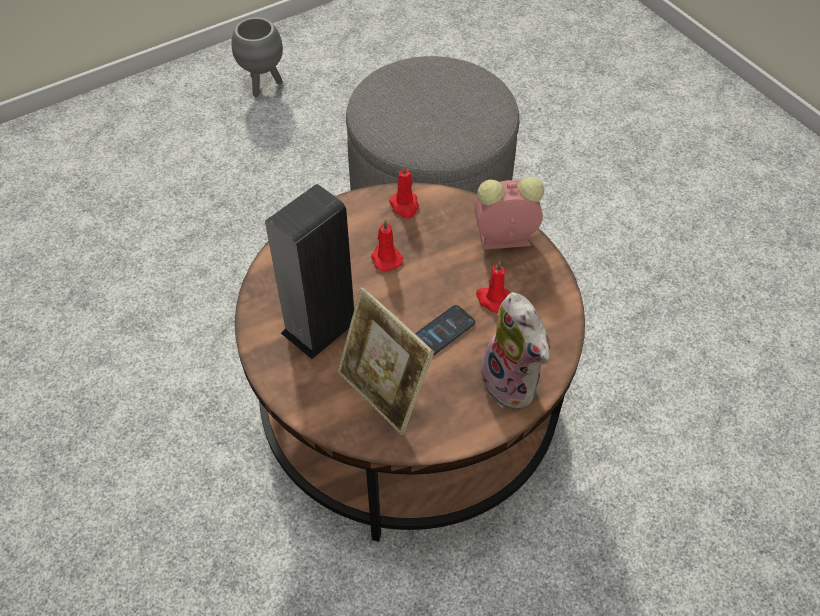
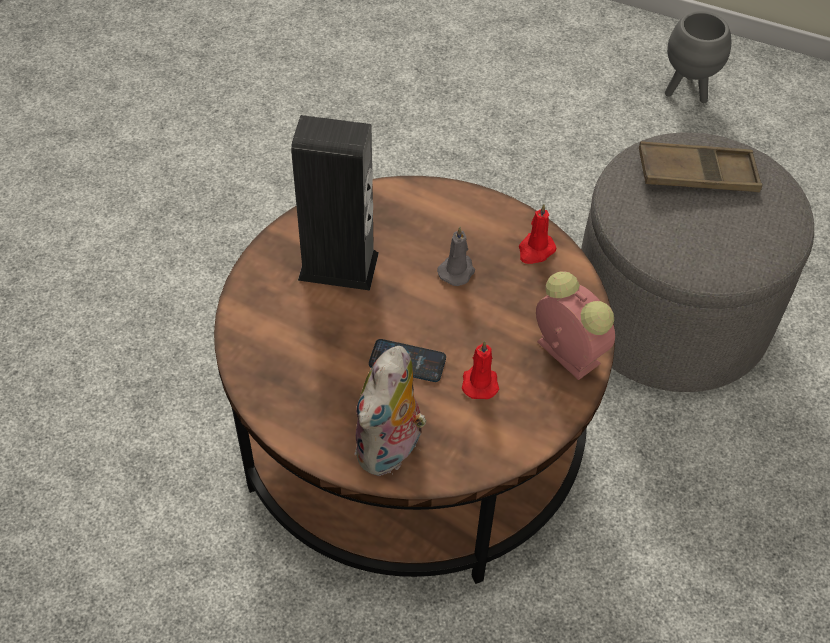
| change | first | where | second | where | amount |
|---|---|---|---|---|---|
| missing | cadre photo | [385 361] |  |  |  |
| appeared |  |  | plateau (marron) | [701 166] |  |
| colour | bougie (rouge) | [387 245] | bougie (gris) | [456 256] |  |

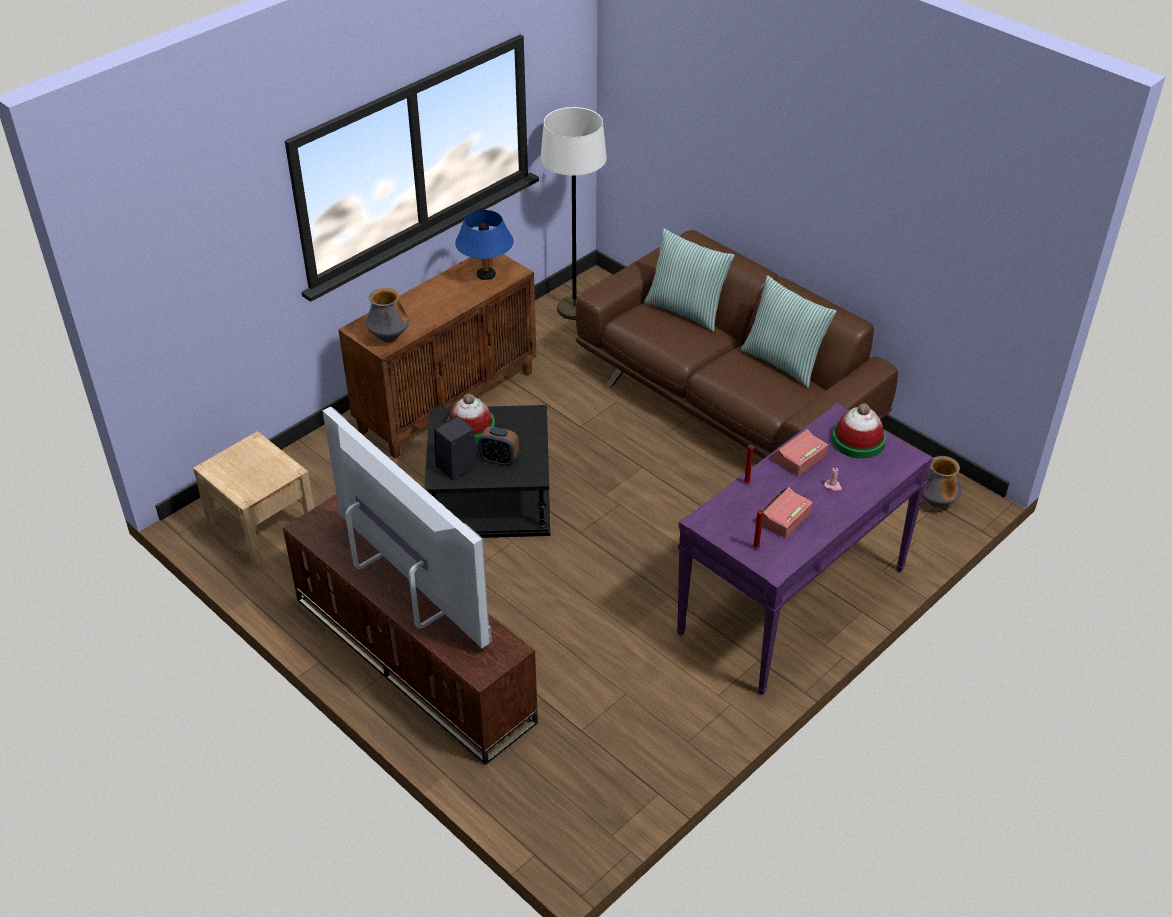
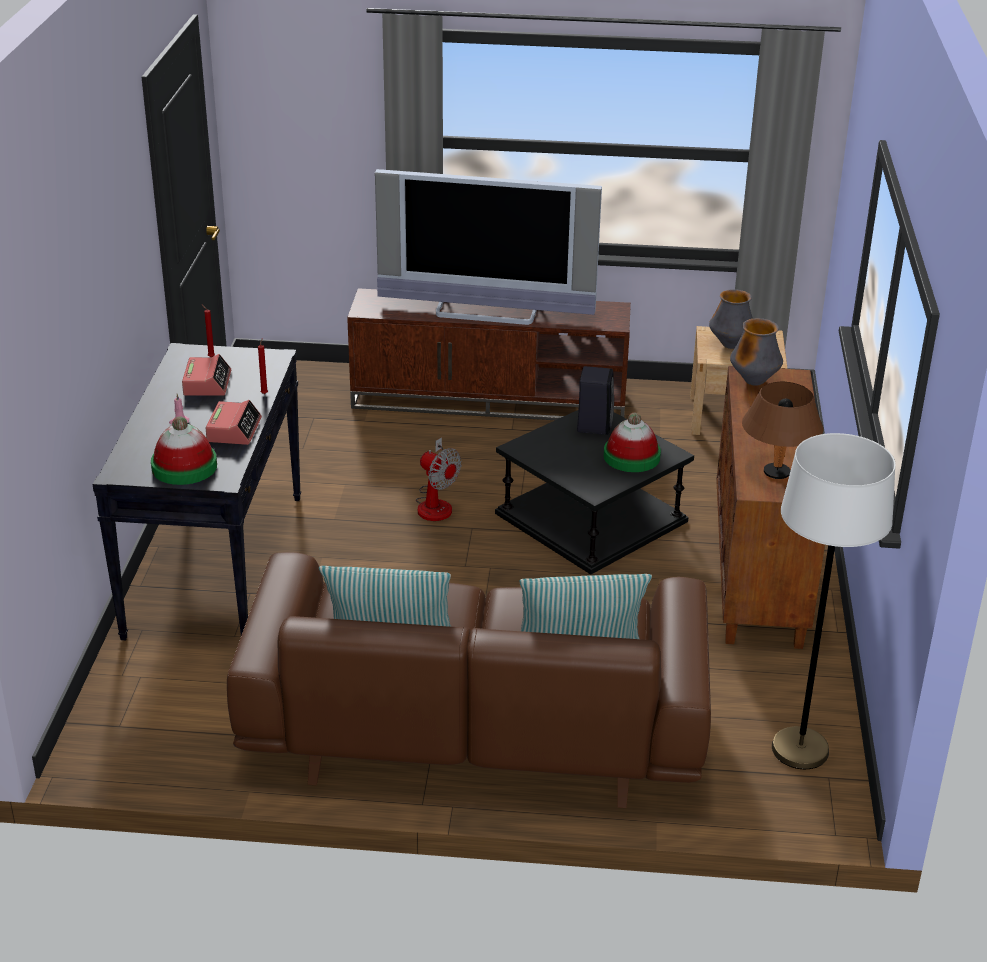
| change | first | where | second | where | amount |
|---|---|---|---|---|---|
| missing | réveil | [499 446] |  |  |  |
| appeared |  |  | ventilateur | [438 479] |  |
| relocated | vase | [942 481] |  | [731 319] |  |
| colour | lampe de table (bleu) | [484 245] | lampe de table (marron) | [782 430] |  |
| colour | table console (violet) | [804 549] | table console (noir) | [196 491] |  |

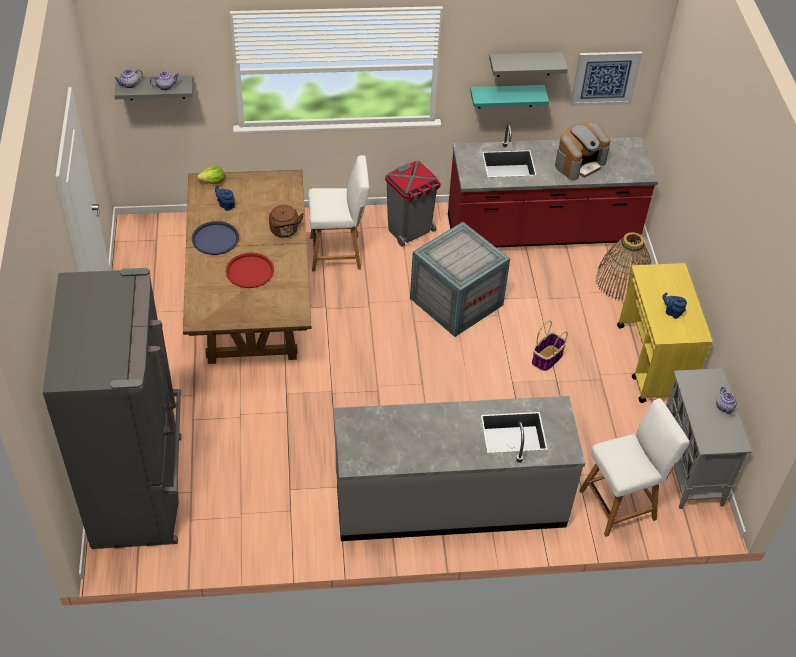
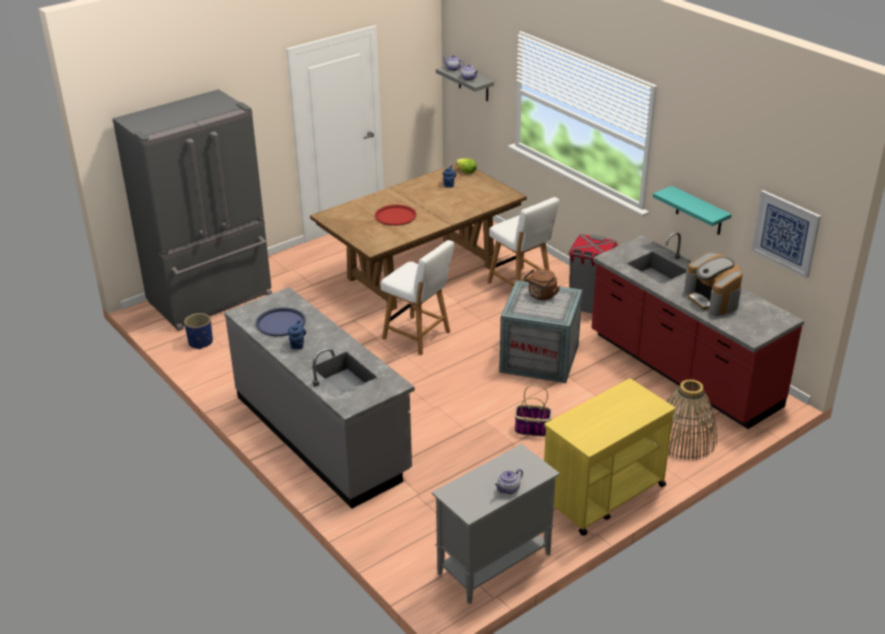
| change | first | where | second | where | amount |
|---|---|---|---|---|---|
| missing | étagère (gris) | [528 64] |  |  |  |
| appeared |  |  | cache-pot (bleu) | [198 331] |  |
| relocated | plateau (bleu) | [215 238] |  | [281 321] |  |
| relocated | bouilloire (marron) | [286 221] |  | [542 284] |  |
| relocated | chaise (blanc) | [634 467] |  | [417 297] |  |
| relocated | théière (bleu) | [674 305] |  | [297 334] |  |
| spun | machine à café | [582 151] |  | [713 284] | 45 degrees clockwise |

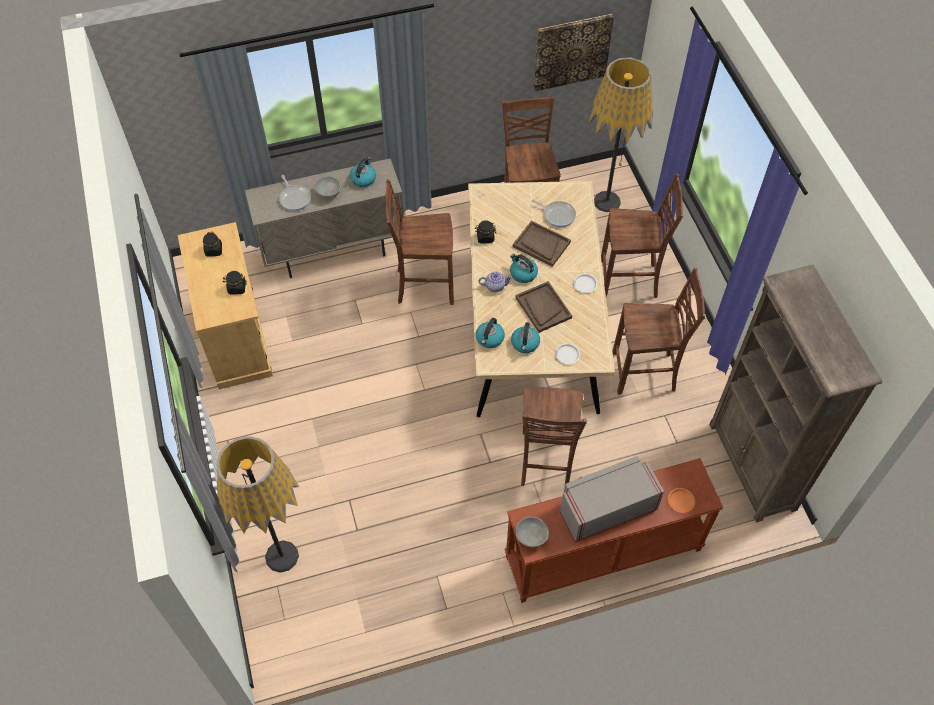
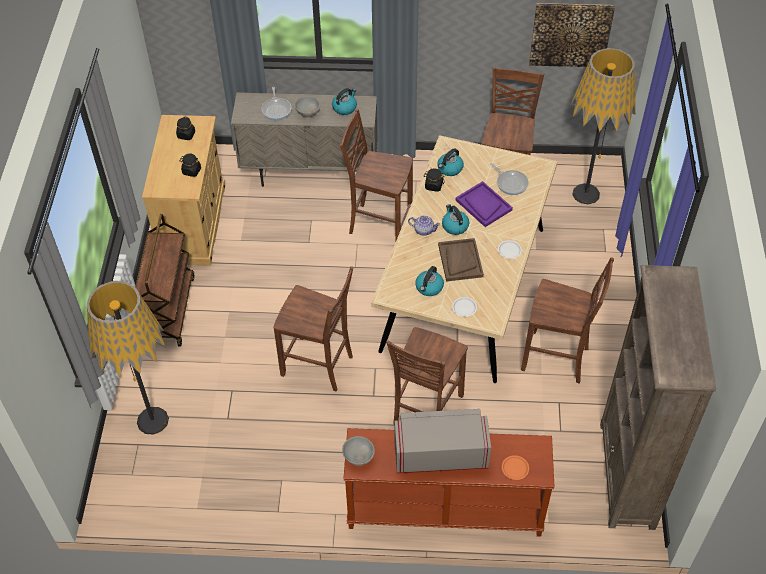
| change | first | where | second | where | amount |
|---|---|---|---|---|---|
| appeared |  |  | chariot (marron) | [164 280] |  |
| relocated | bouilloire | [490 333] |  | [450 162] |  |
| relocated | chaise (marron) | [642 236] |  | [313 328] |  |
| colour | plateau (marron) | [542 243] | plateau (violet) | [484 204] |  |

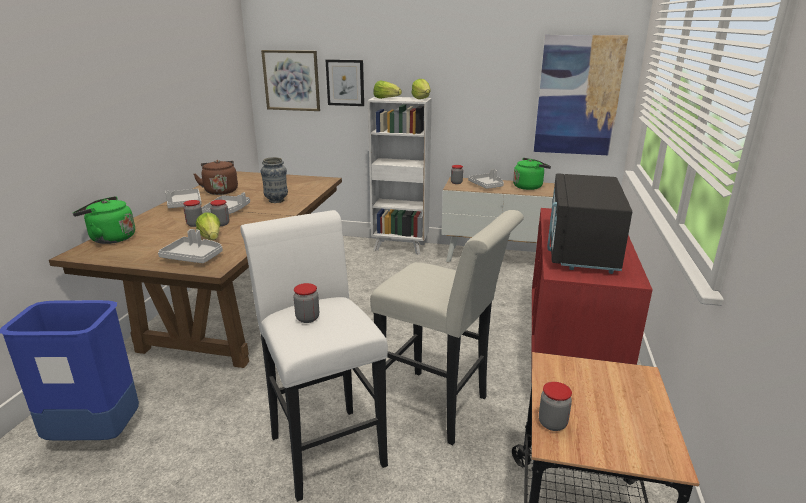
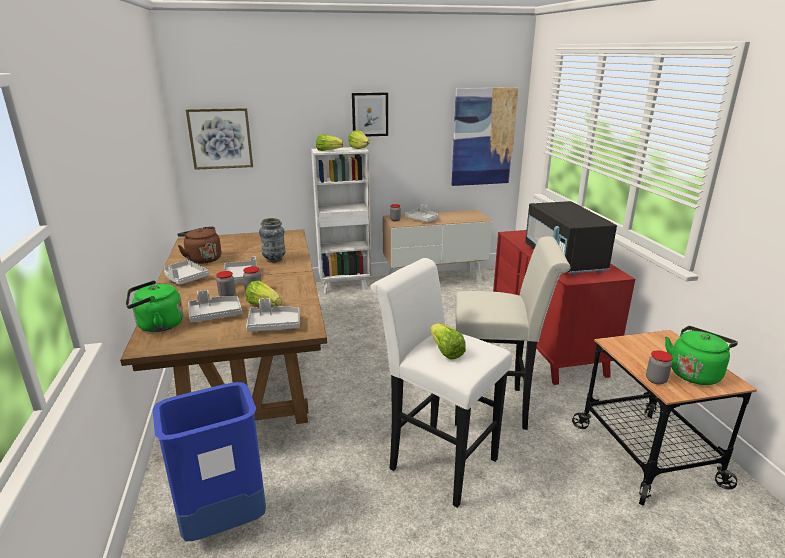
| change | first | where | second | where | amount |
|---|---|---|---|---|---|
| appeared |  |  | plateau (gris) | [215 306] |  |
| relocated | tableau | [345 82] |  | [370 114] |  |
| relocated | bouilloire (vert) | [532 174] |  | [701 355] |  |
| exchanged | bocal | [306 303] | laitue | [448 341] |  |

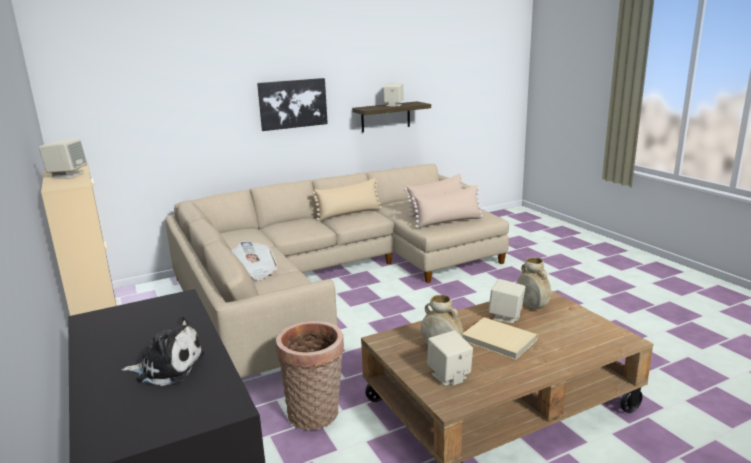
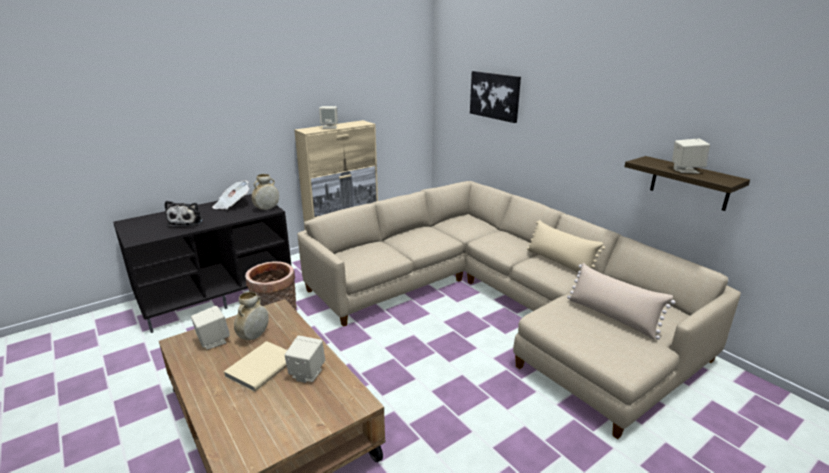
| change | first | where | second | where | amount |
|---|---|---|---|---|---|
| missing | coussin (beige) | [447 206] |  |  |  |
| relocated | journal | [255 261] |  | [230 195] |  |
| relocated | tableau | [292 104] |  | [495 97] |  |
| relocated | vase (beige) | [534 283] |  | [265 192] |  |

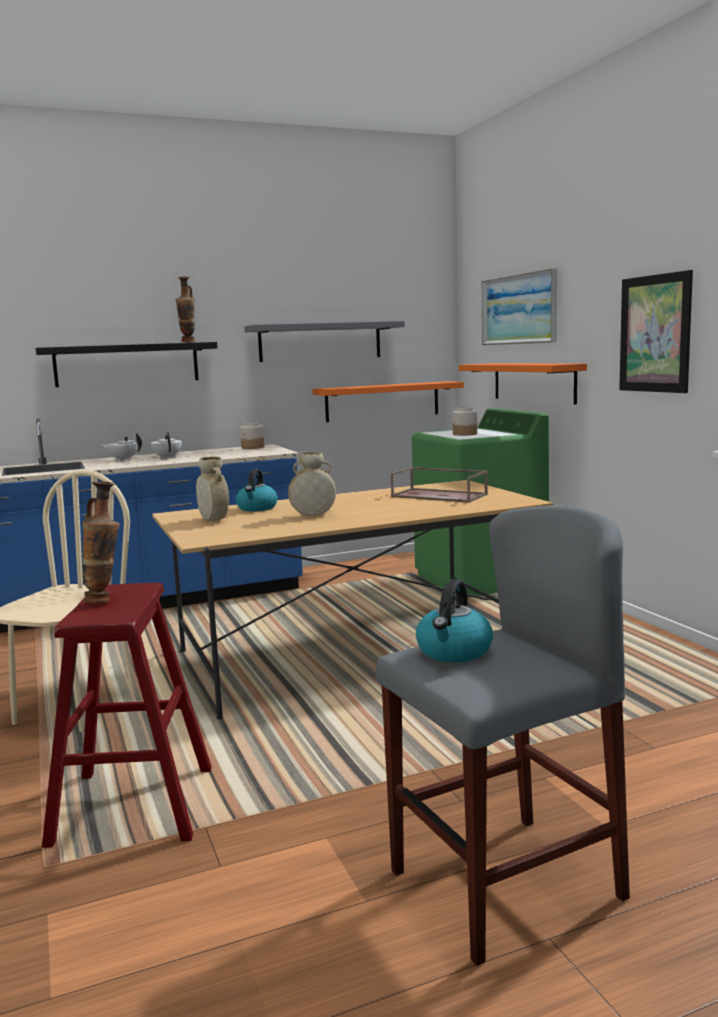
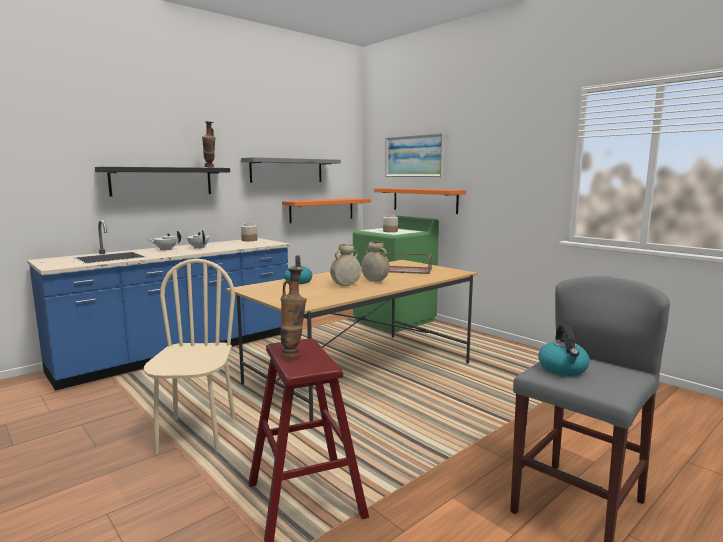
| change | first | where | second | where | amount |
|---|---|---|---|---|---|
| missing | tableau | [656 331] |  |  |  |
| relocated | vase (beige) | [212 489] |  | [375 261] |  |

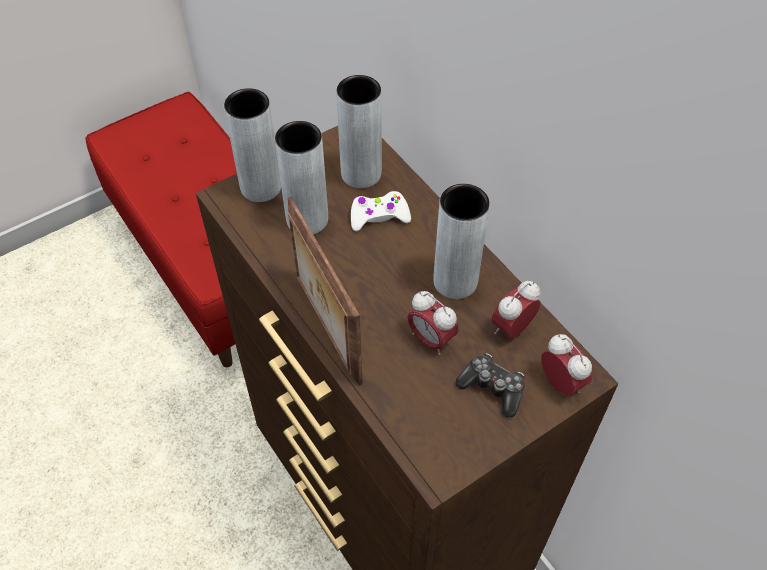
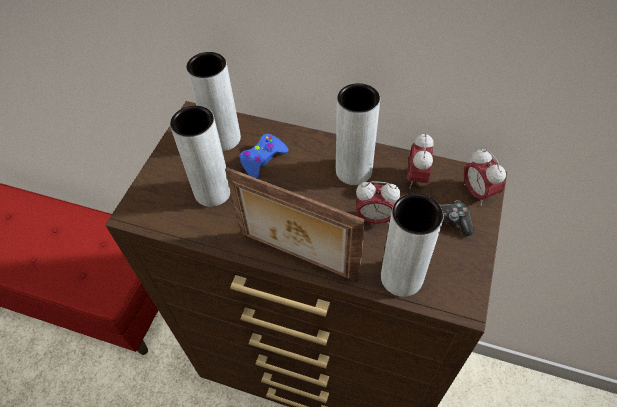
| change | first | where | second | where | amount |
|---|---|---|---|---|---|
| relocated | vase (gris) | [252 145] |  | [412 245] |  |
| colour | manette (blanc) | [381 211] | manette (bleu) | [263 156] |  |
| spun | réveil | [566 365] |  | [485 177] | 135 degrees counterclockwise |

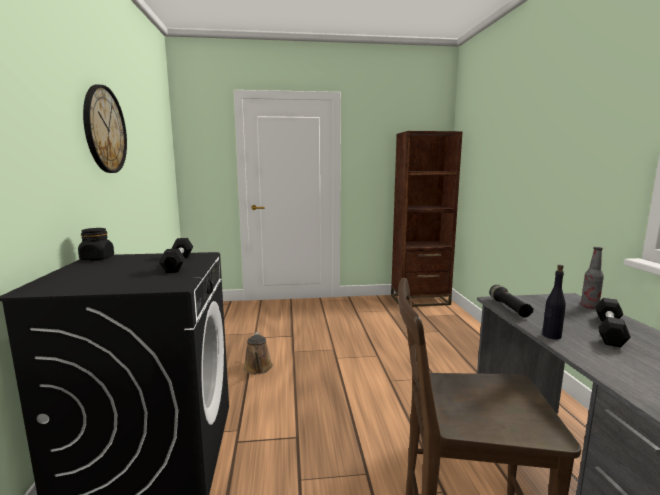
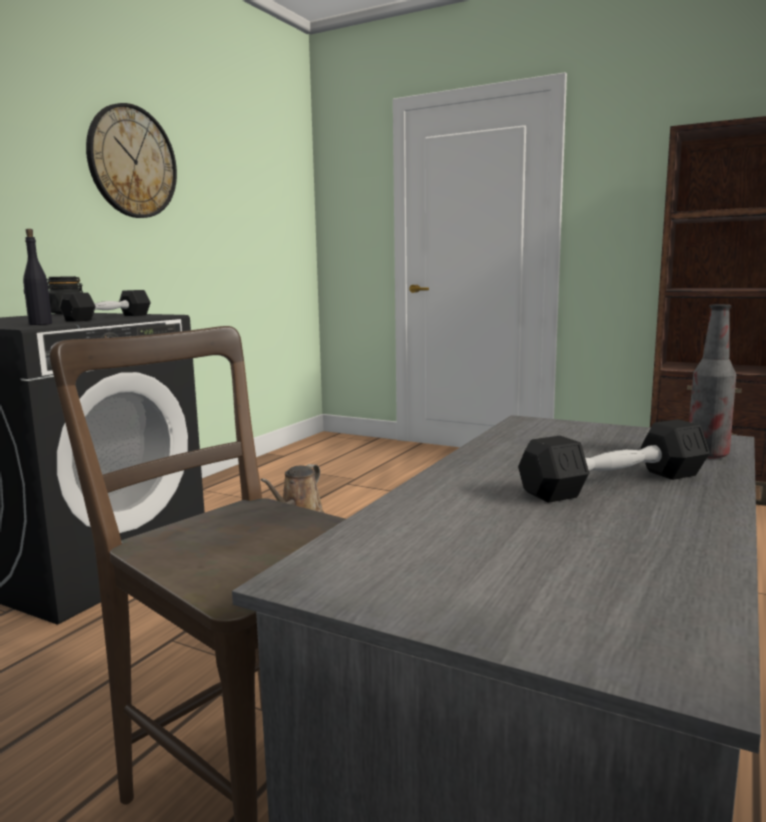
| change | first | where | second | where | amount |
|---|---|---|---|---|---|
| missing | lampe de poche (noir) | [511 301] |  |  |  |
| relocated | bouteille (noir) | [554 302] |  | [37 277] |  |

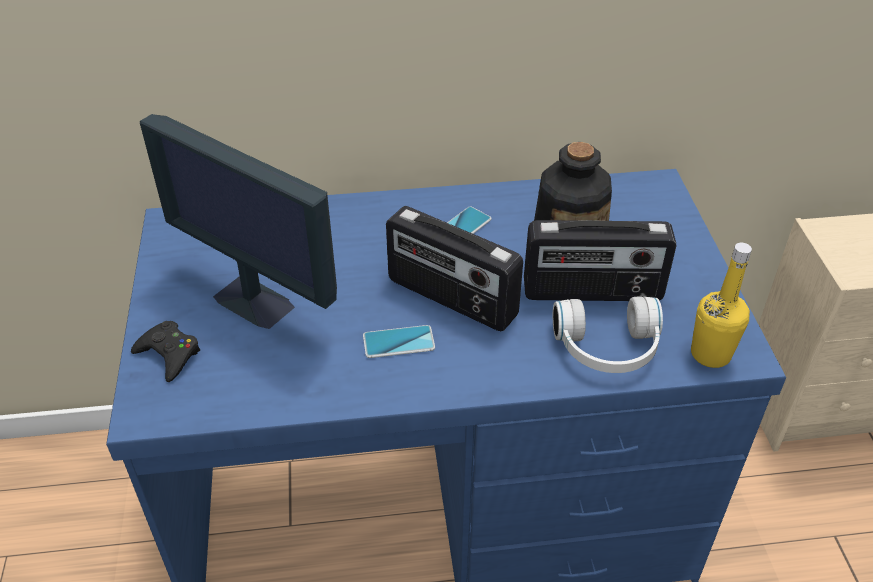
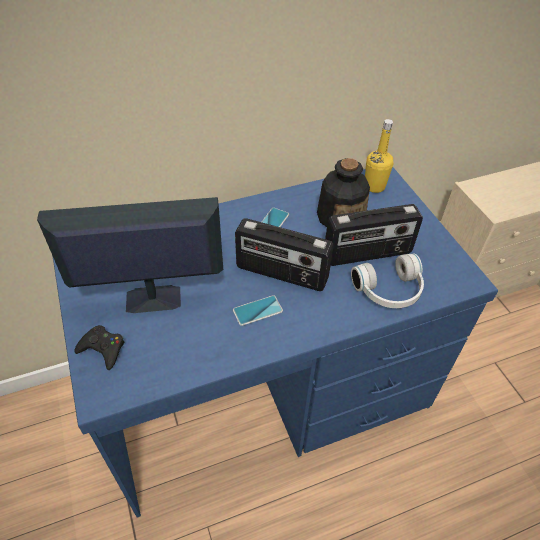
| change | first | where | second | where | amount |
|---|---|---|---|---|---|
| relocated | bouteille (jaune) | [721 305] |  | [379 156] |  |
| spun | écran d'ordinateur | [238 221] |  | [130 255] | 150 degrees clockwise |

